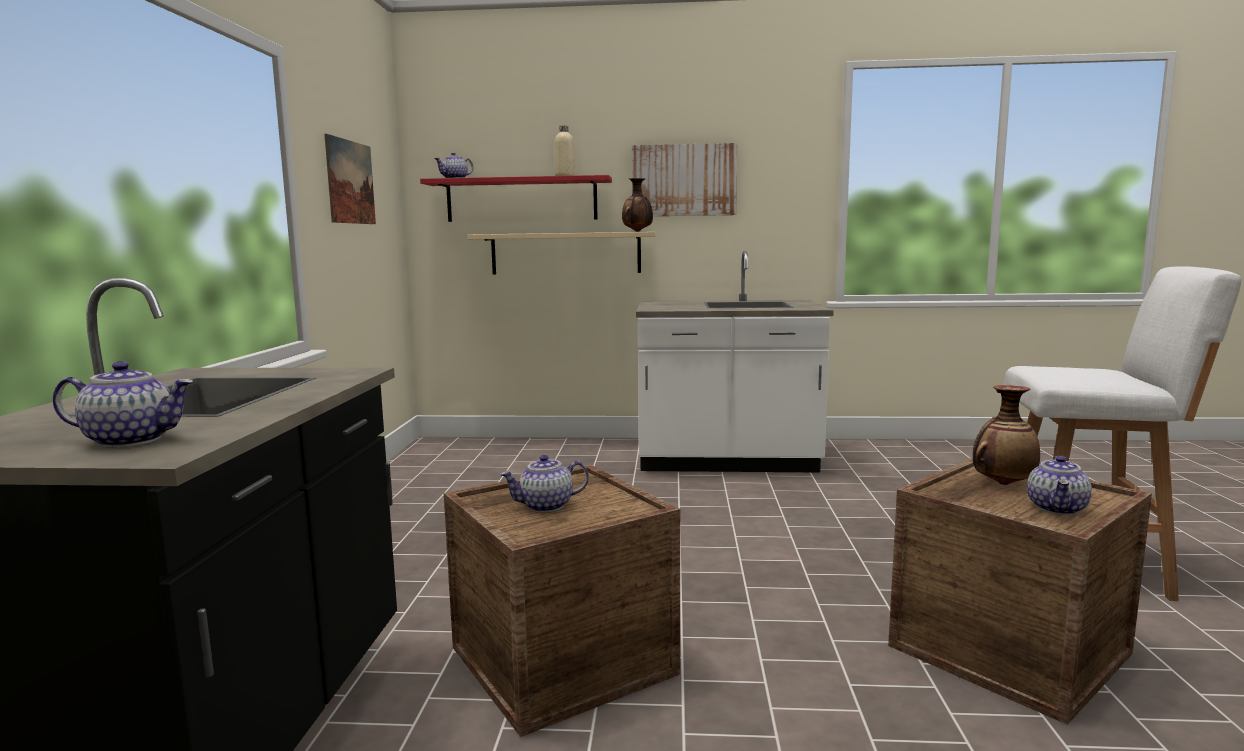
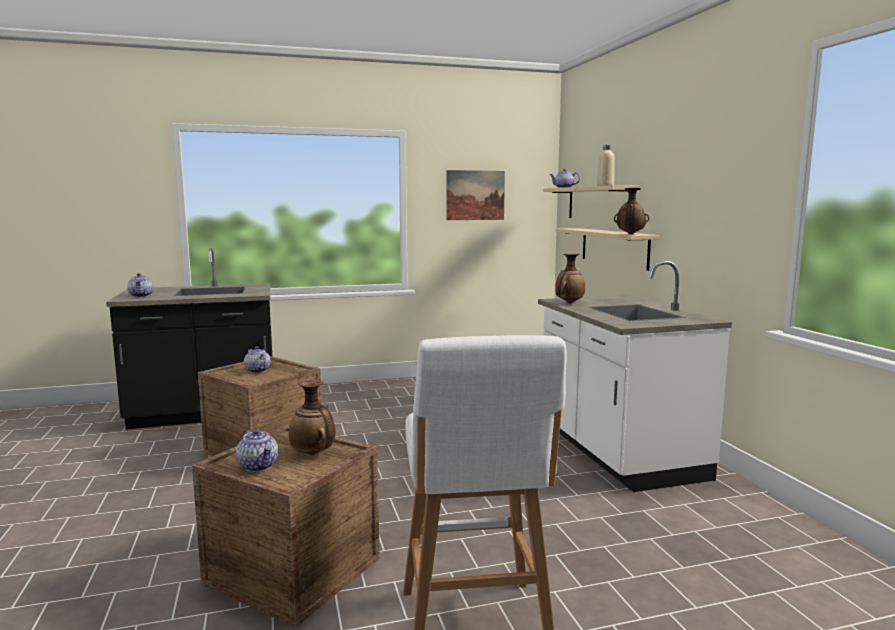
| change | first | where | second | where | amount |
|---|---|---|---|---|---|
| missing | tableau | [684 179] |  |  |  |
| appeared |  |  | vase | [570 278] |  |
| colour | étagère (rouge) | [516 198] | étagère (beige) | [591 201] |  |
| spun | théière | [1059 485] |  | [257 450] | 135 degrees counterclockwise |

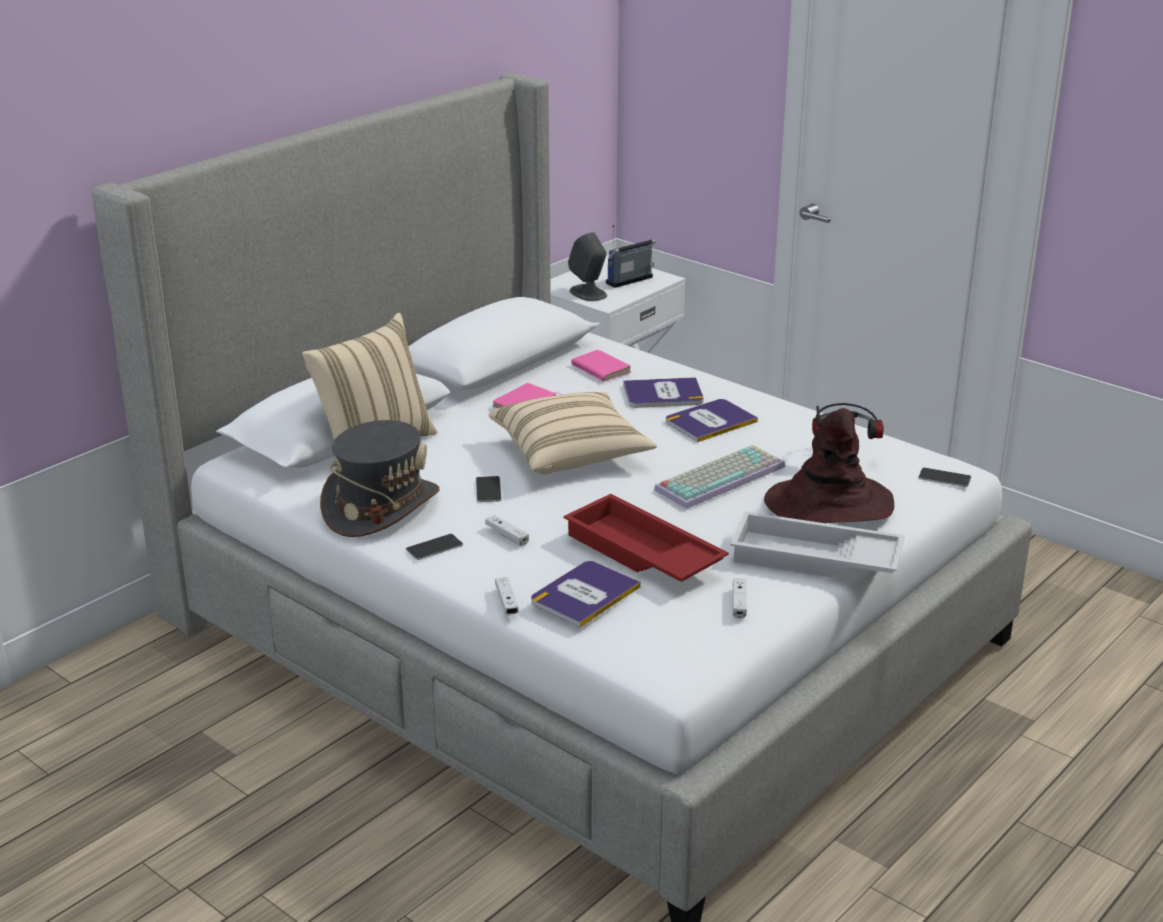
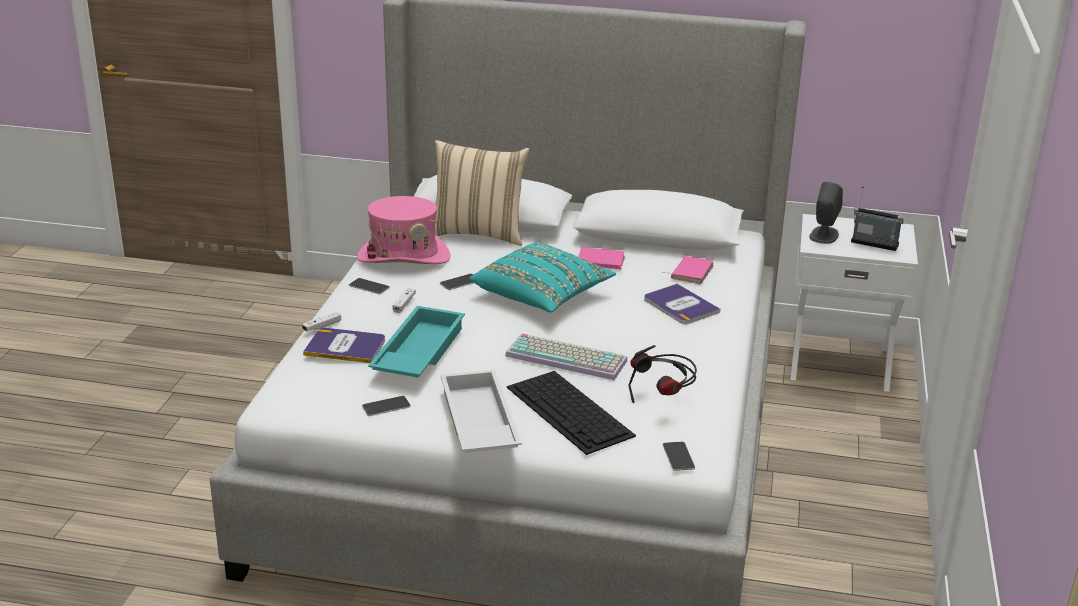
| change | first | where | second | where | amount |
|---|---|---|---|---|---|
| missing | livre | [712 420] |  |  |  |
| exchanged | manette (blanc) | [740 598] | téléphone | [386 406] |  |
| exchanged | chapeau (marron) | [829 465] | clavier | [571 413] |  |
| colour | chapeau (gris) | [380 478] | chapeau (rose) | [404 230] |  |
| colour | coussin (beige) | [573 433] | coussin (turquoise) | [542 277] |  |
| colour | plateau (rouge) | [646 538] | plateau (turquoise) | [416 342] |  |

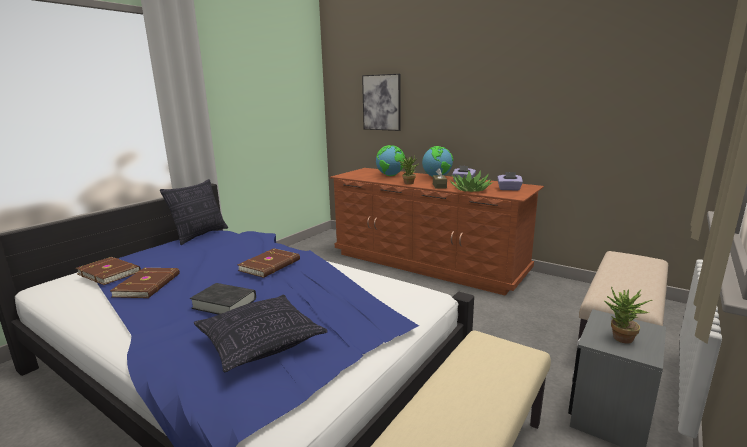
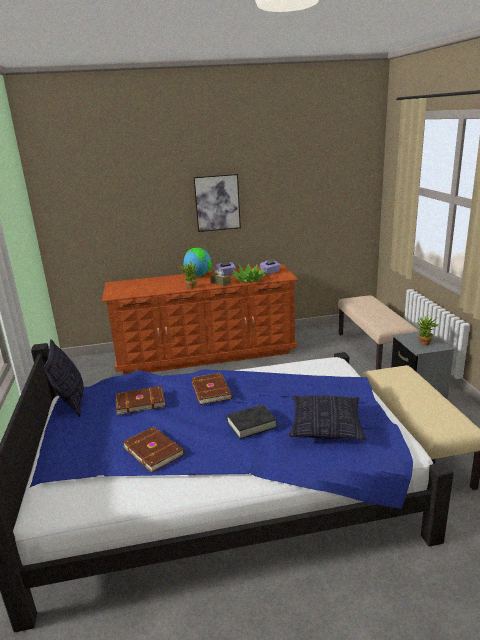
| change | first | where | second | where | amount |
|---|---|---|---|---|---|
| missing | globe | [390 160] |  |  |  |
| relocated | livre (marron) | [108 271] |  | [141 400] |  |
| relocated | tableau | [381 102] |  | [217 203] |  |

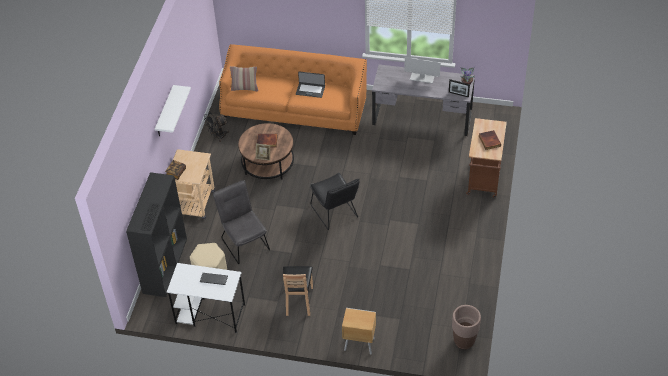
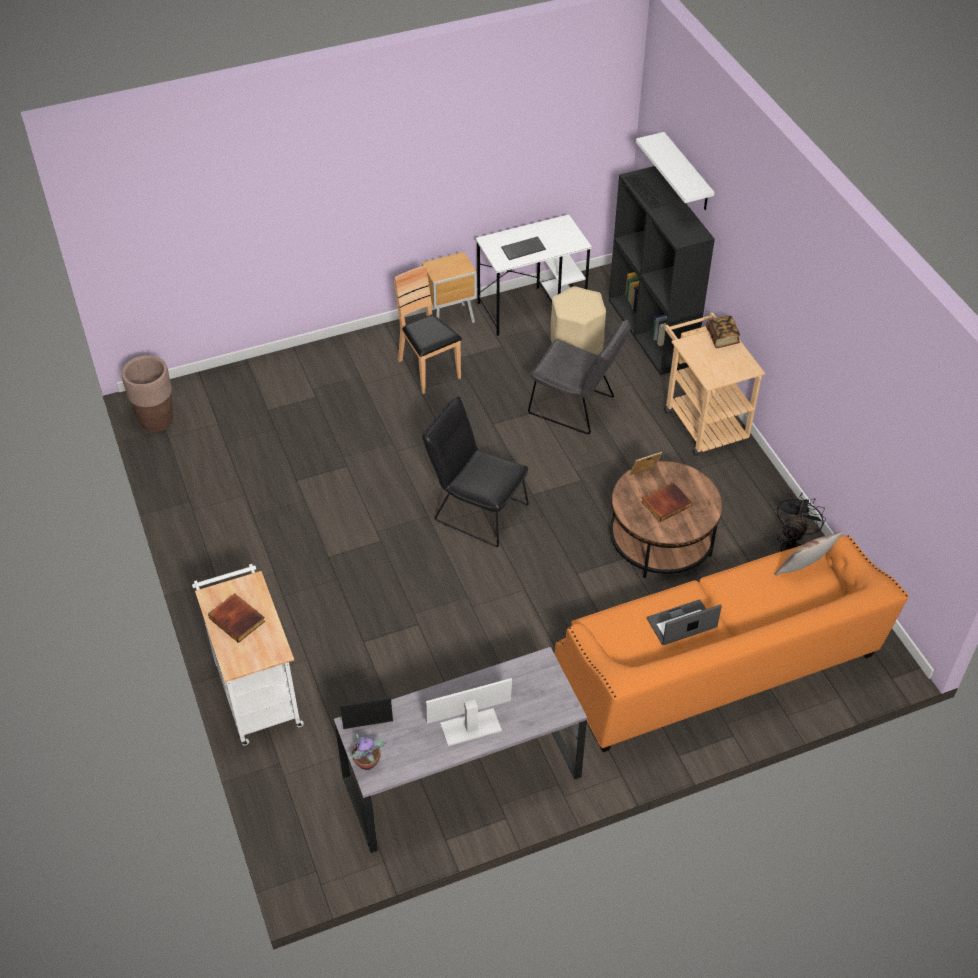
| change | first | where | second | where | amount |
|---|---|---|---|---|---|
| relocated | étagère (blanc) | [173 110] |  | [675 171] |  |
| relocated | table de chevet (marron) | [359 331] |  | [449 287] |  |
| colour | chariot (marron) | [486 158] | chariot (blanc) | [248 654] |  |

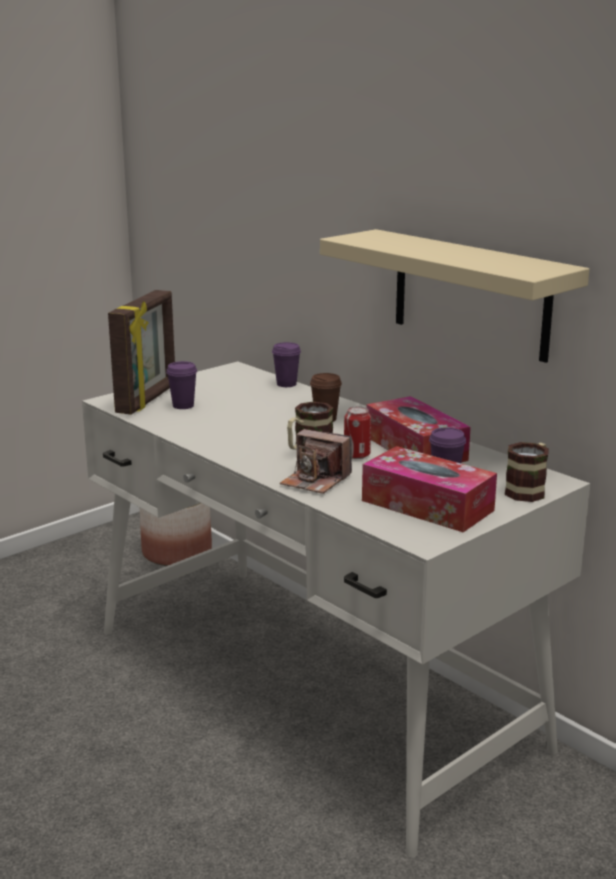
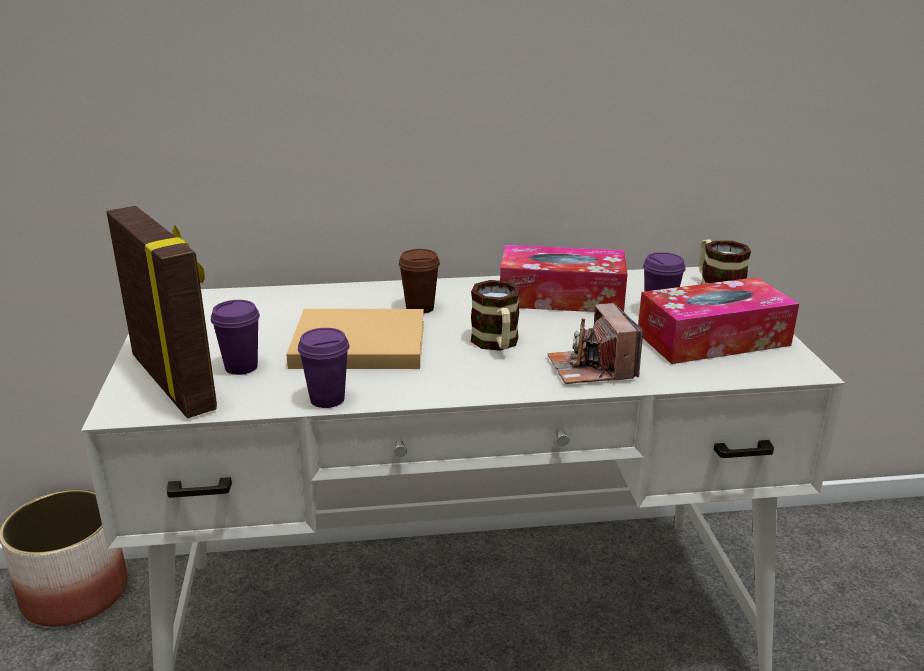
| change | first | where | second | where | amount |
|---|---|---|---|---|---|
| missing | étagère (beige) | [455 296] |  |  |  |
| missing | boîte métallique | [357 432] |  |  |  |
| appeared |  |  | livre (beige) | [355 339] |  |
| relocated | tasse (violet) | [286 364] |  | [323 368] |  |
| spun | appareil photo | [316 461] |  | [595 343] | 105 degrees clockwise |

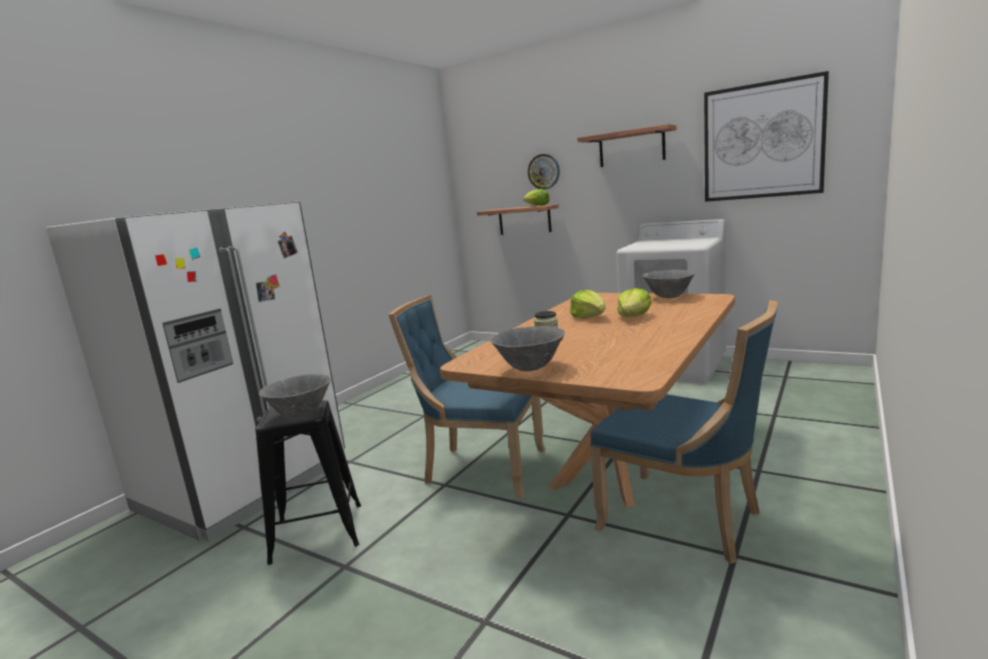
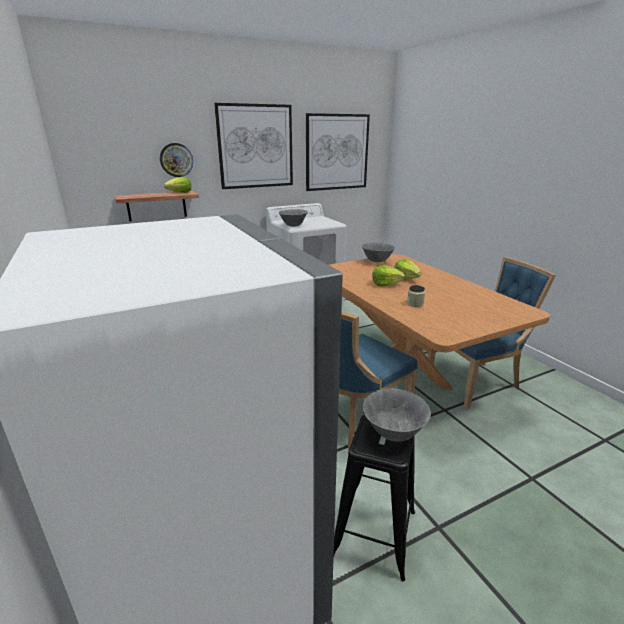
| change | first | where | second | where | amount |
|---|---|---|---|---|---|
| relocated | bol (gris) | [527 348] |  | [293 218] |  |
| exchanged | étagère | [627 145] | tableau | [253 146] |  |

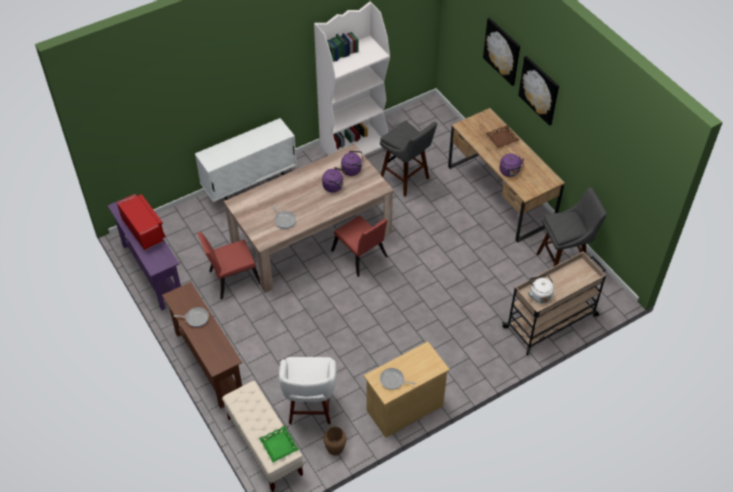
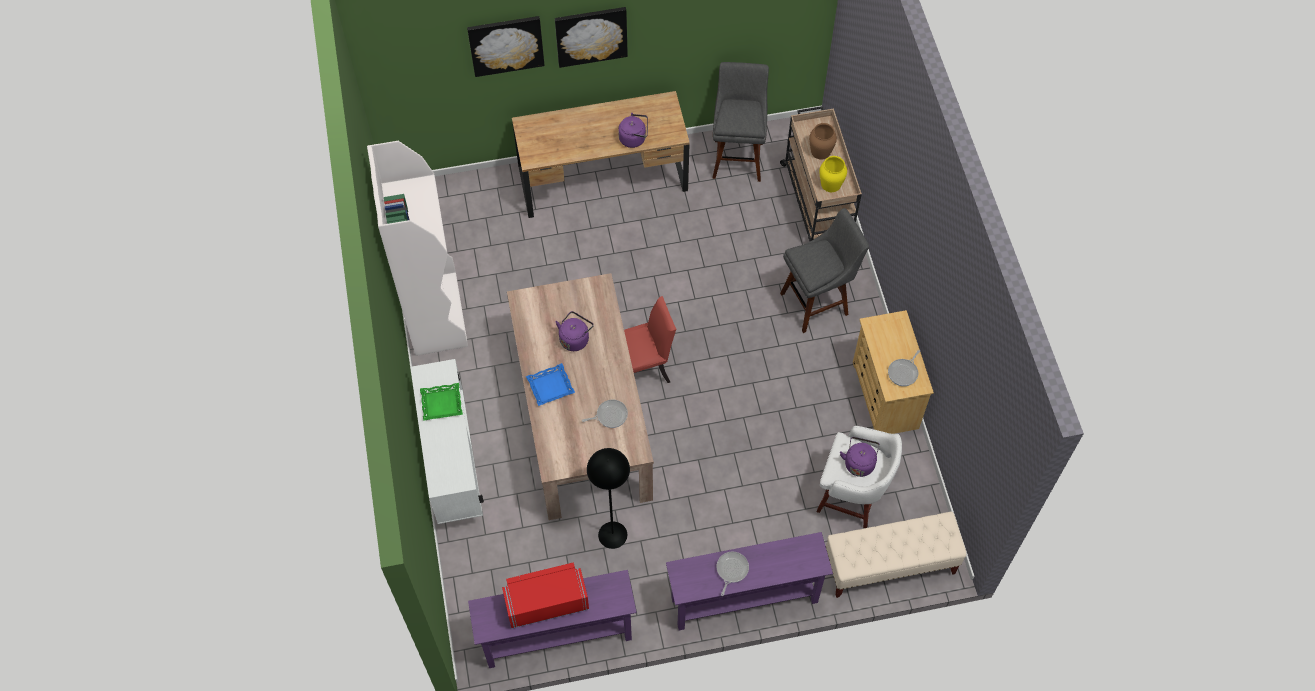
| change | first | where | second | where | amount |
|---|---|---|---|---|---|
| missing | plateau (marron) | [502 136] |  |  |  |
| appeared |  |  | plateau (bleu) | [550 384] |  |
| relocated | plateau (vert) | [279 444] |  | [441 402] |  |
| relocated | vase (marron) | [334 440] |  | [823 141] |  |
| relocated | bouilloire (violet) | [352 163] |  | [860 457] |  |
| relocated | tabouret (gris) | [408 158] |  | [824 270] |  |
| exchanged | chaise (rouge) | [228 265] | lampadaire (noir) | [608 498] |  |
| exchanged | bouilloire (blanc) | [541 288] | vase (jaune) | [833 174] |  |
| colour | table console (marron) | [202 345] | table console (violet) | [749 581] |  |

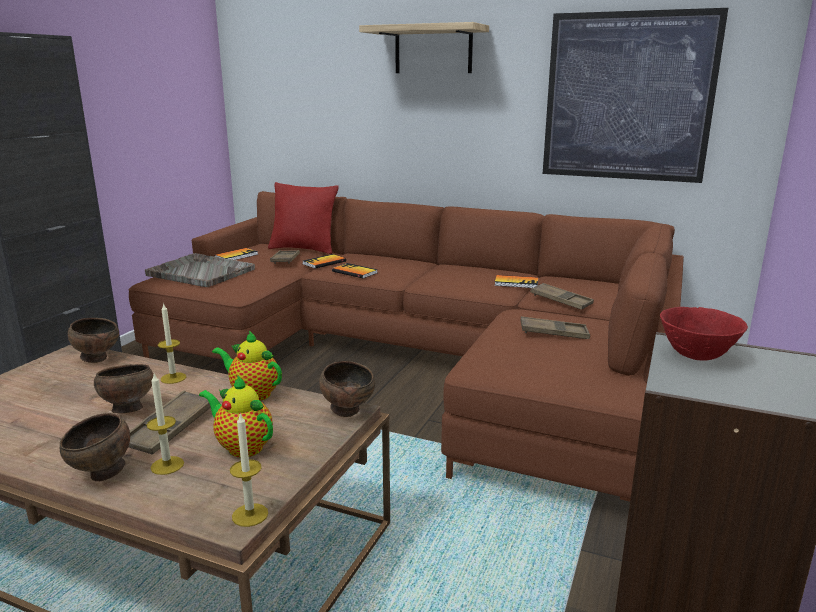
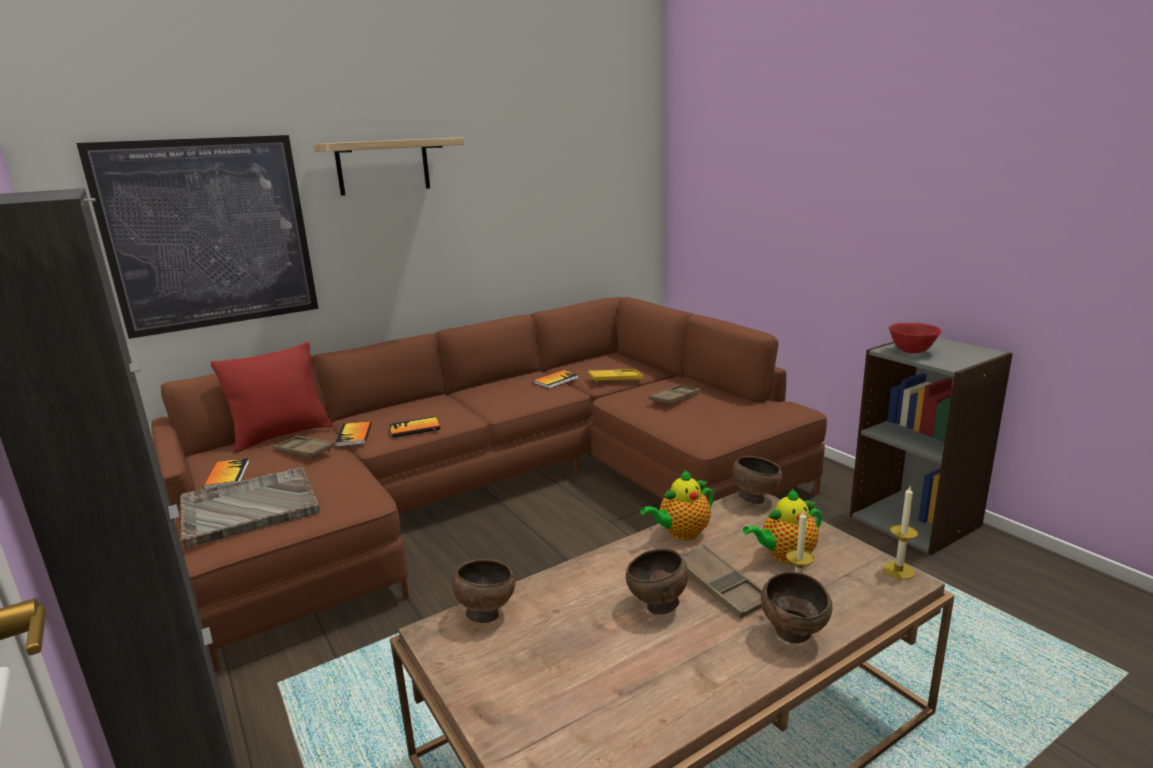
| change | first | where | second | where | amount |
|---|---|---|---|---|---|
| missing | bougie | [172 343] |  |  |  |
| relocated | tableau | [635 95] |  | [197 237] |  |
| colour | plateau (marron) | [562 296] | plateau (jaune) | [615 375] |  |

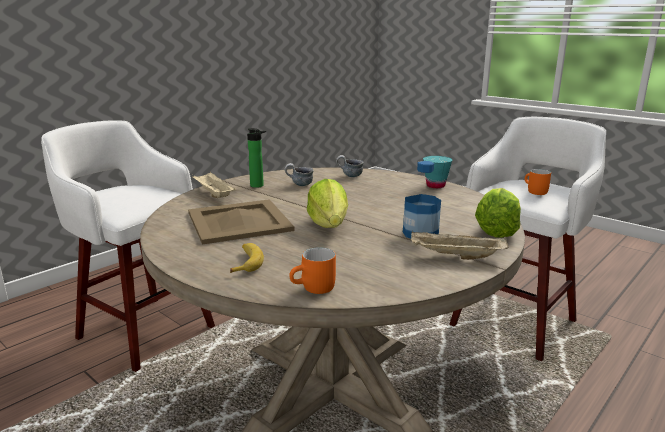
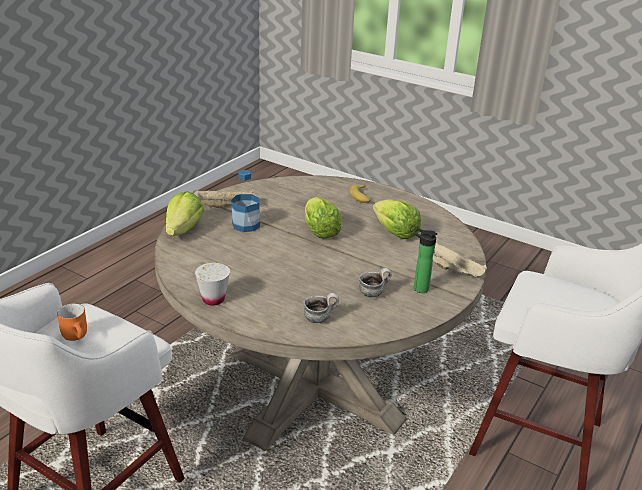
| change | first | where | second | where | amount |
|---|---|---|---|---|---|
| missing | mug (orange) | [312 270] |  |  |  |
| exchanged | plateau (beige) | [241 222] | laitue | [397 219] |  |
| colour | tasse (turquoise) | [437 172] | tasse (blanc) | [212 284] |  |

